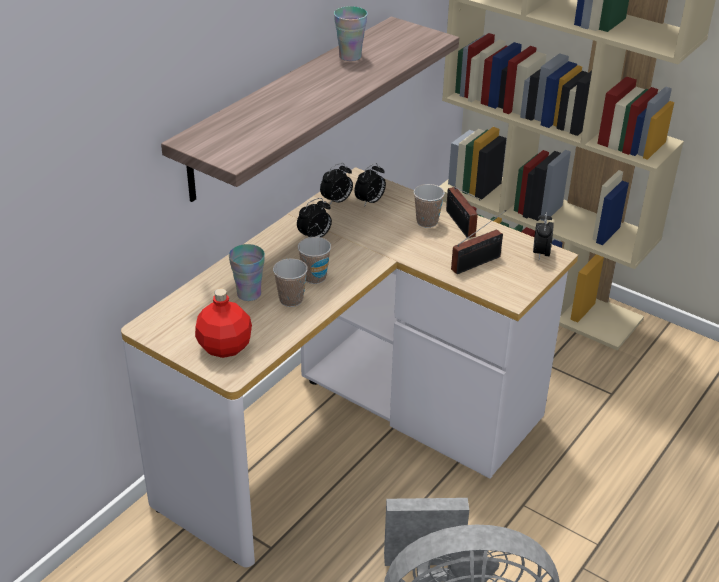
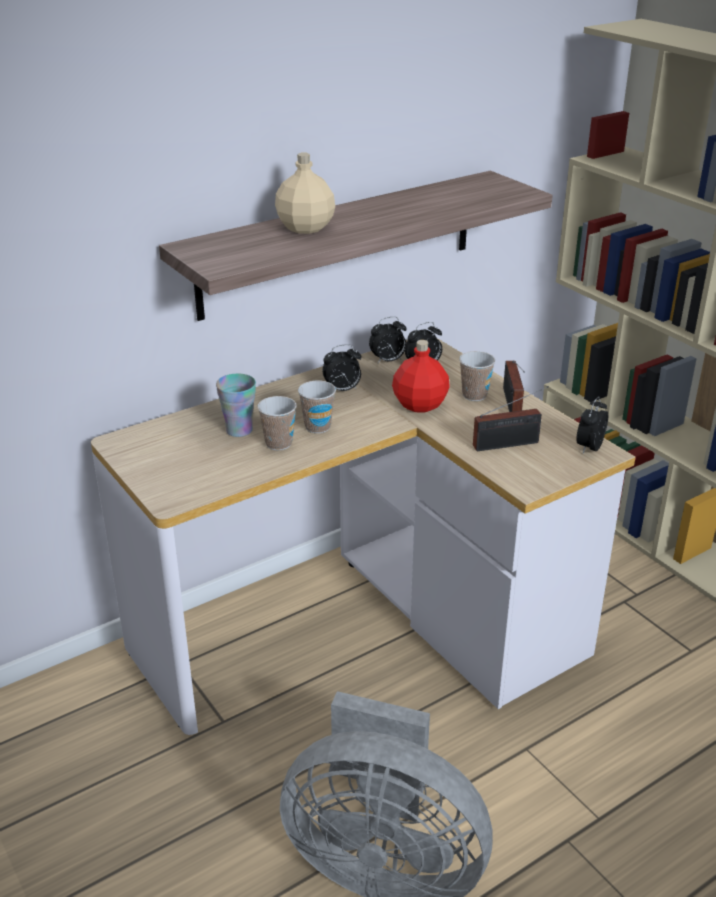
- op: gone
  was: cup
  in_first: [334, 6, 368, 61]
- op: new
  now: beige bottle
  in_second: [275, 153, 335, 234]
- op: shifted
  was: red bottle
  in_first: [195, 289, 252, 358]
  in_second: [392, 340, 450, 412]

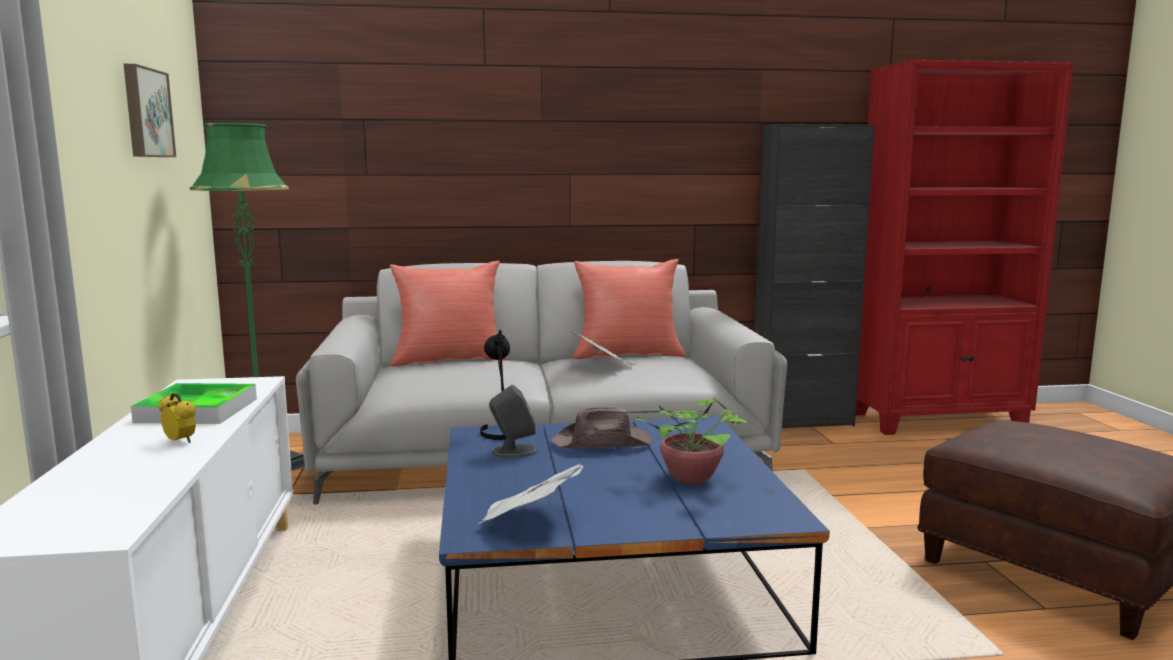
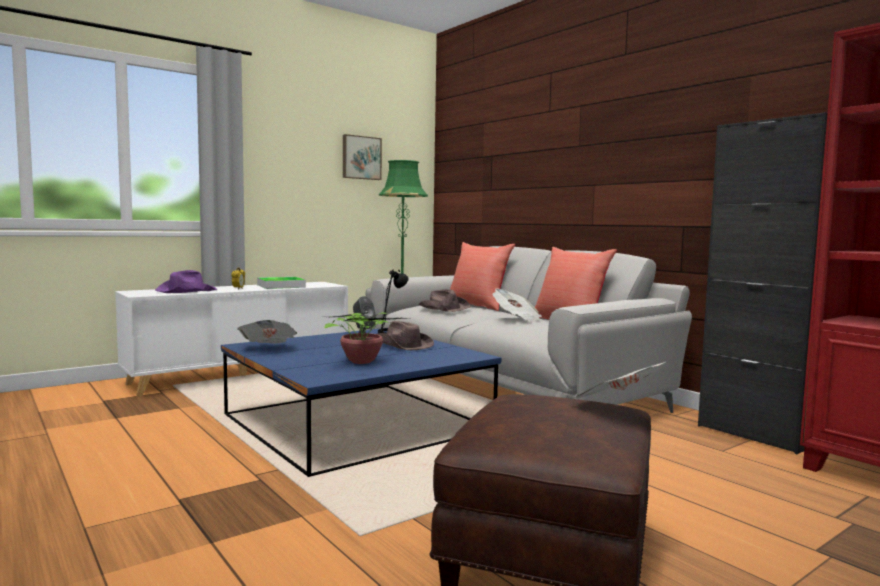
- op: new
  now: purple hat
  in_second: [155, 270, 217, 293]
- op: new
  now: brown hat
  in_second: [419, 289, 471, 312]
- op: new
  now: newspaper
  in_second: [570, 362, 669, 400]

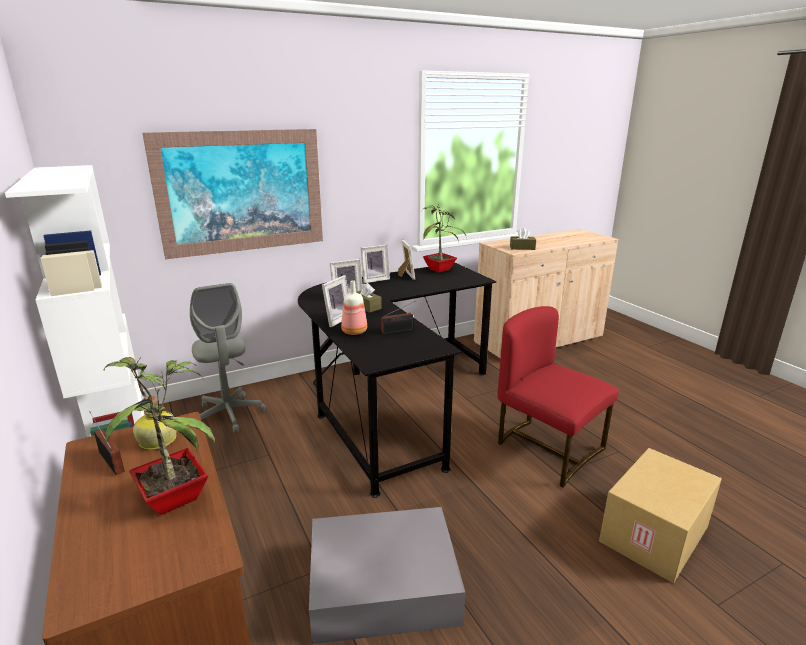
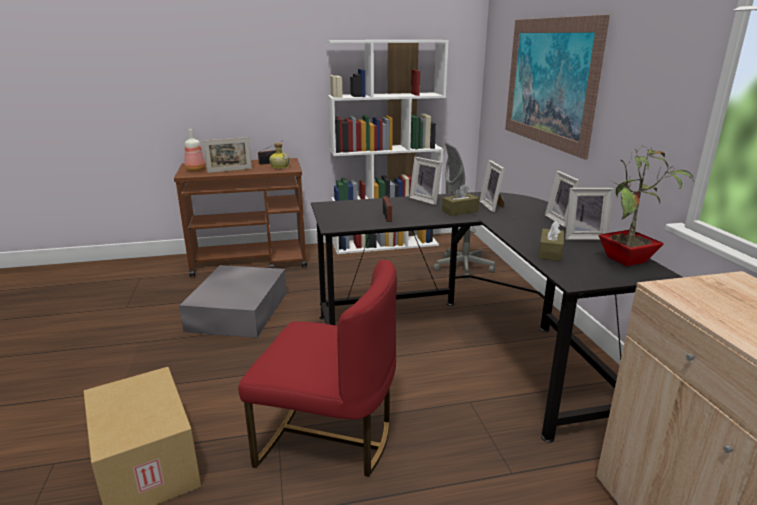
- op: shifted
  was: bottle
  in_first: [341, 280, 367, 335]
  in_second: [185, 129, 206, 172]
- op: shifted
  was: brown tissue box
  in_first: [510, 228, 536, 250]
  in_second: [538, 220, 564, 261]
- op: swapped
  was: potted plant
  now: picture frame
  in_first: [103, 357, 215, 515]
  in_second: [203, 137, 252, 173]
- op: rotated
  was: red chair
  in_first: [497, 306, 618, 488]
  in_second: [238, 260, 397, 477]
  clockwise: 45

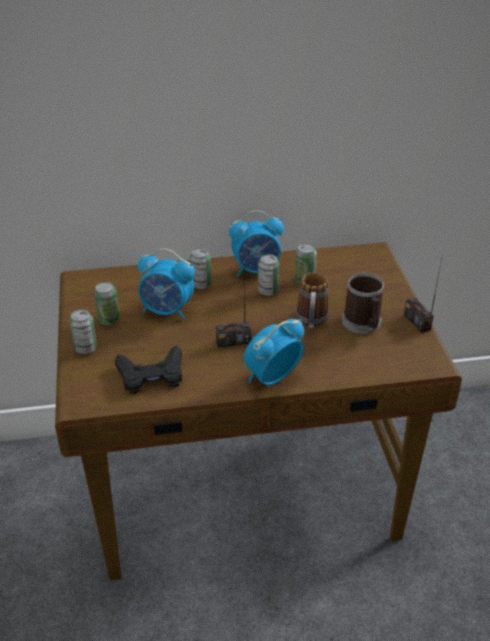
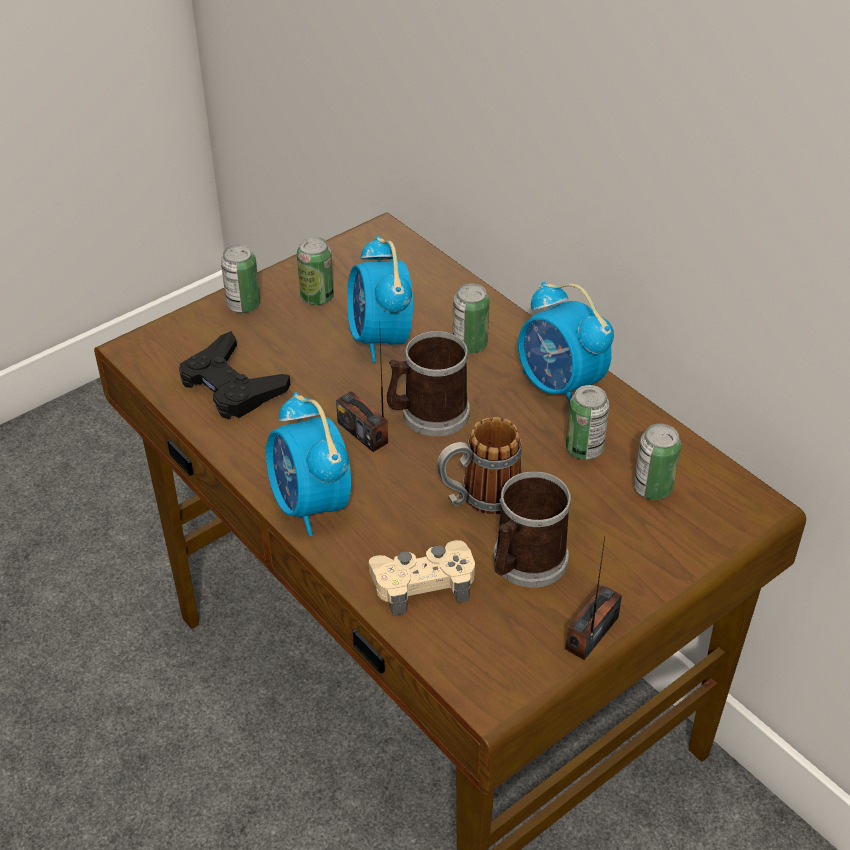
- op: new
  now: beige game controller
  in_second: [369, 540, 475, 616]
- op: new
  now: mug
  in_second: [387, 331, 470, 436]
- op: shifted
  was: can
  in_first: [258, 254, 279, 296]
  in_second: [634, 424, 681, 500]
- op: rotated
  was: alarm clock
  in_first: [243, 319, 304, 386]
  in_second: [266, 392, 351, 536]
  clockwise: -135

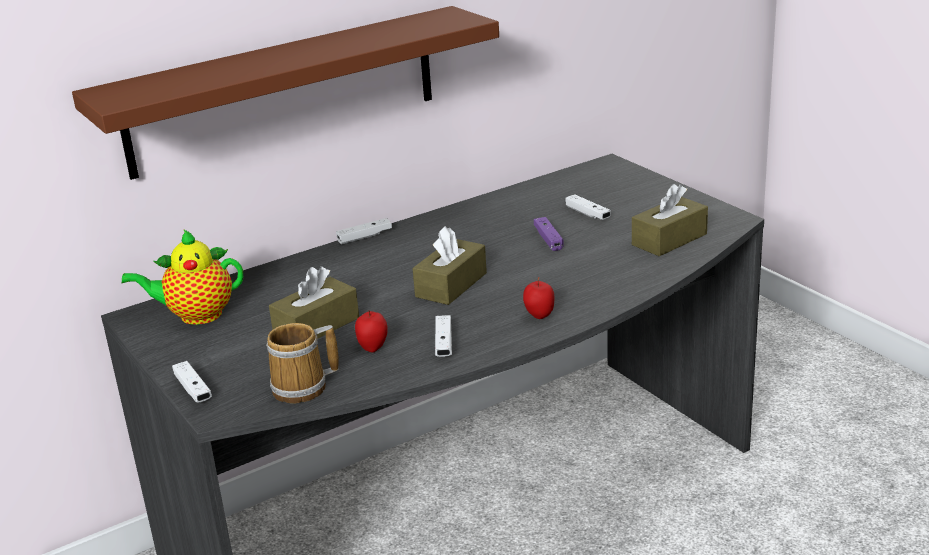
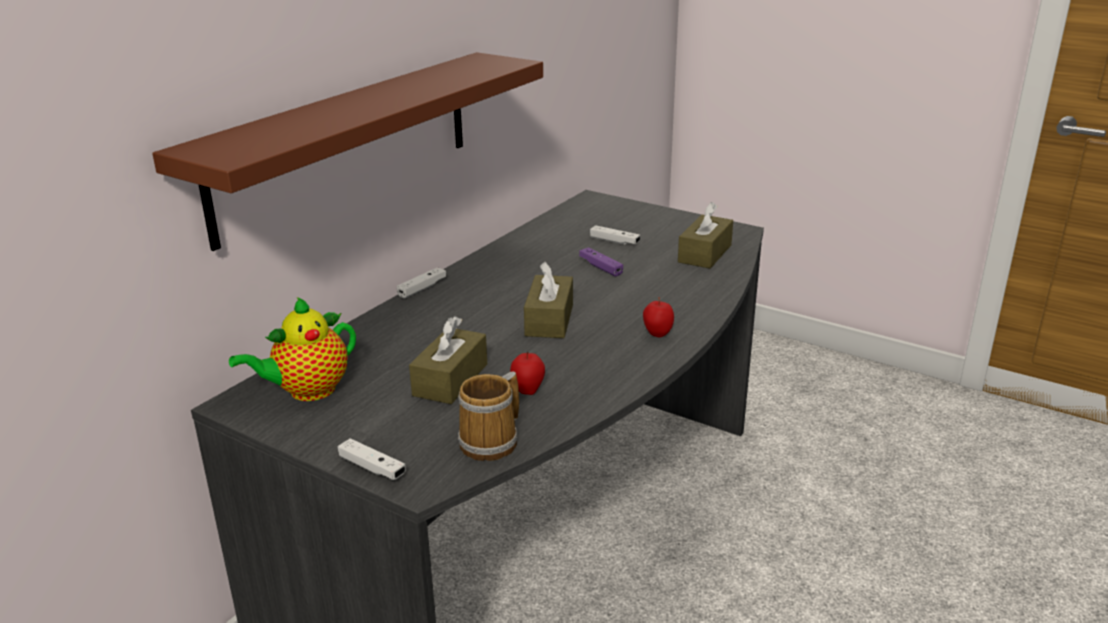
- op: gone
  was: white game controller
  in_first: [435, 315, 452, 357]

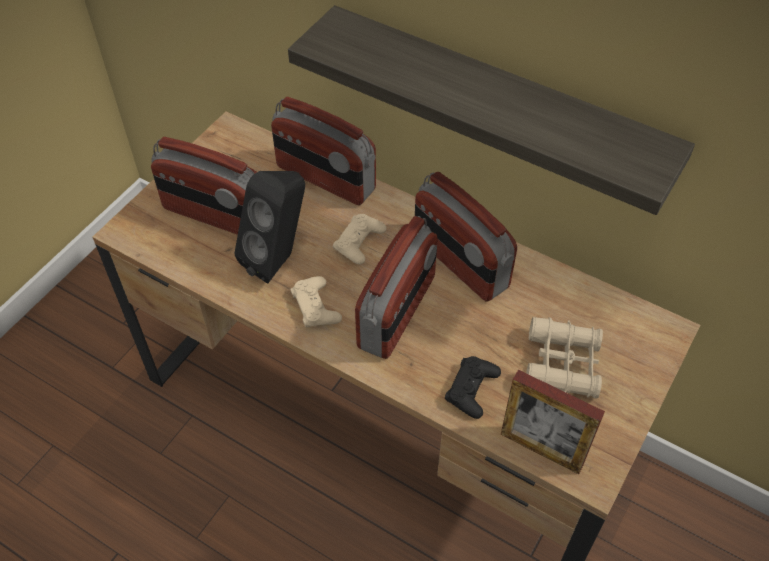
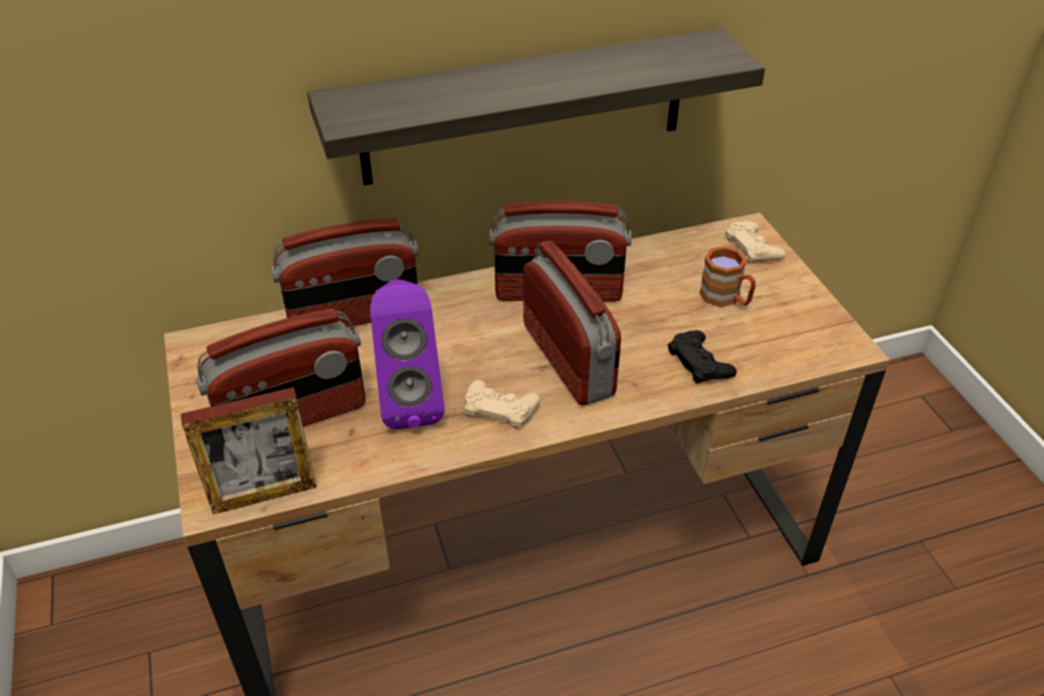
- op: shifted
  was: beige game controller
  in_first: [333, 214, 386, 265]
  in_second: [725, 221, 786, 263]
- op: shifted
  was: picture frame
  in_first: [501, 370, 605, 474]
  in_second: [181, 387, 317, 514]
- op: swapped
  was: beige binoculars
  now: brown mug
  in_first: [526, 317, 603, 399]
  in_second: [699, 246, 756, 307]
- op: repainted
  was: black speaker
  now: purple speaker
  in_first: [235, 171, 305, 283]
  in_second: [370, 279, 445, 429]

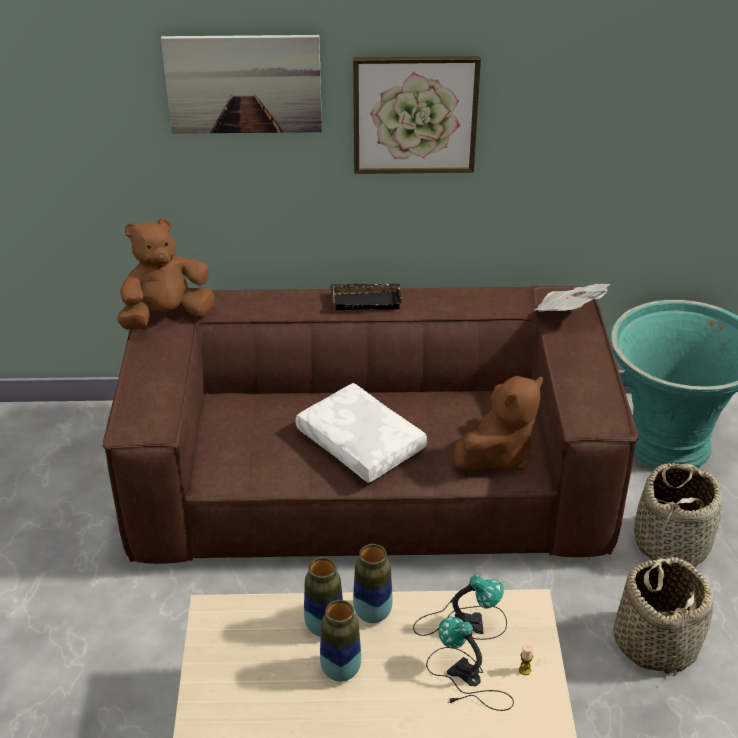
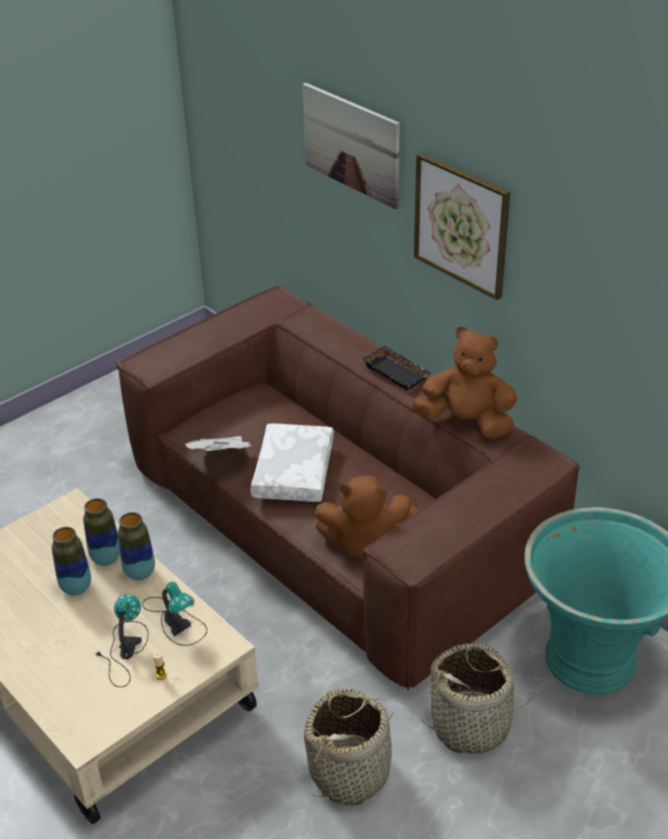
- op: shifted
  was: brown plush toy
  in_first: [117, 218, 215, 330]
  in_second: [412, 327, 517, 439]
- op: shifted
  was: newspaper
  in_first: [534, 284, 610, 311]
  in_second: [185, 436, 252, 451]

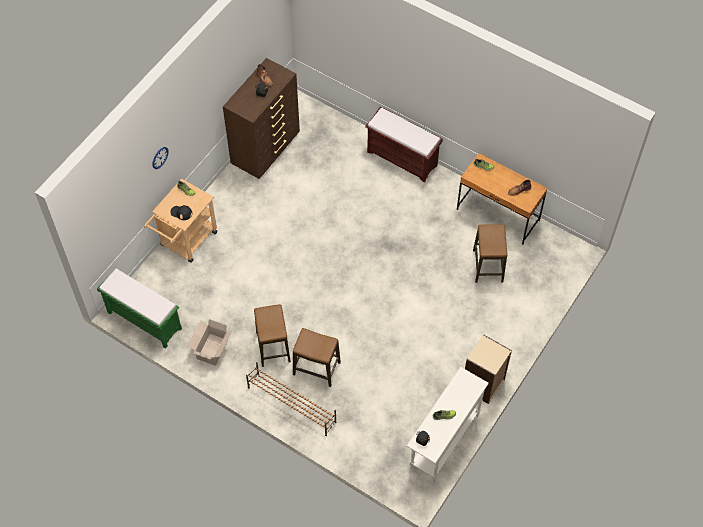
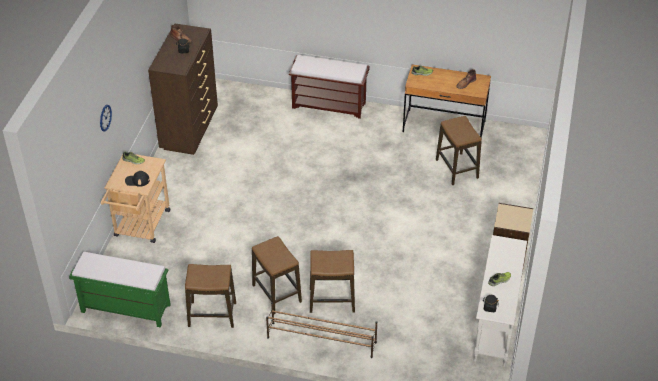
- op: swapped
  was: cardboard box
  now: stool
  in_first: [188, 319, 232, 366]
  in_second: [185, 264, 236, 328]

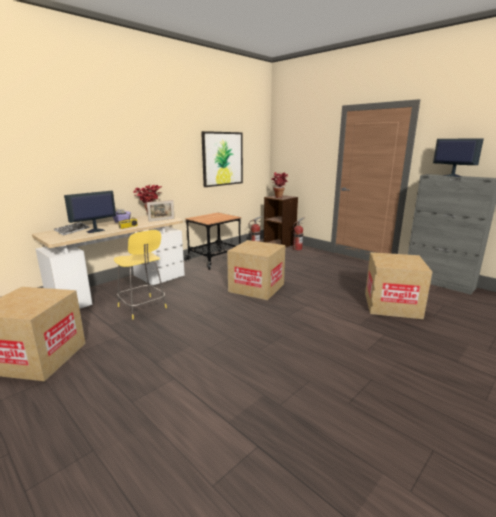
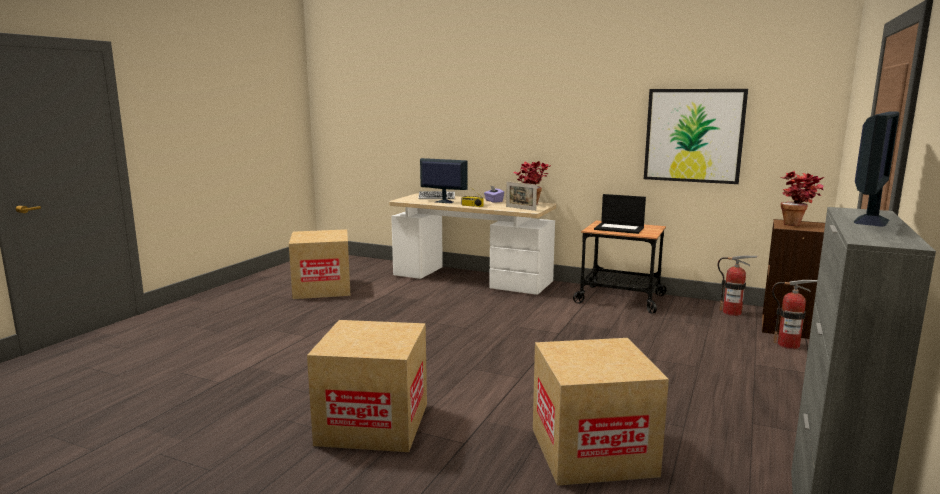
- op: gone
  was: yellow stool
  in_first: [114, 230, 167, 319]
- op: new
  now: laptop
  in_second: [594, 194, 646, 234]
- op: shifted
  was: cardboard box
  in_first: [227, 240, 285, 300]
  in_second: [307, 320, 427, 452]

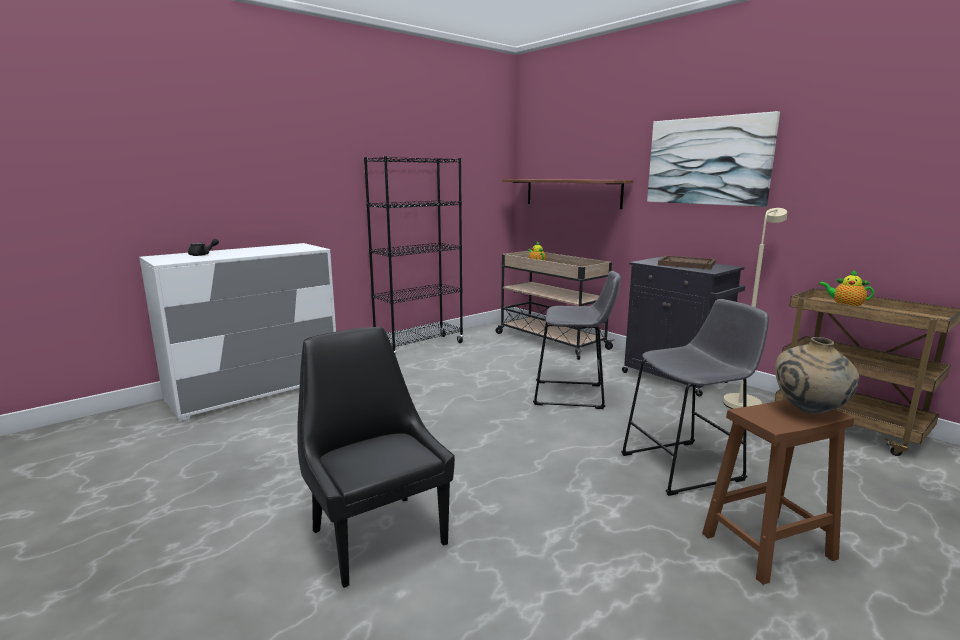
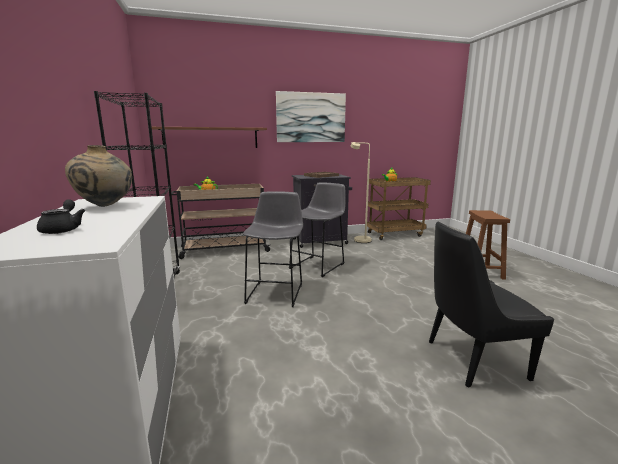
- op: shifted
  was: grey stool
  in_first: [621, 299, 769, 496]
  in_second: [243, 191, 303, 307]
- op: shifted
  was: beige vase
  in_first: [775, 337, 859, 413]
  in_second: [65, 145, 132, 207]

